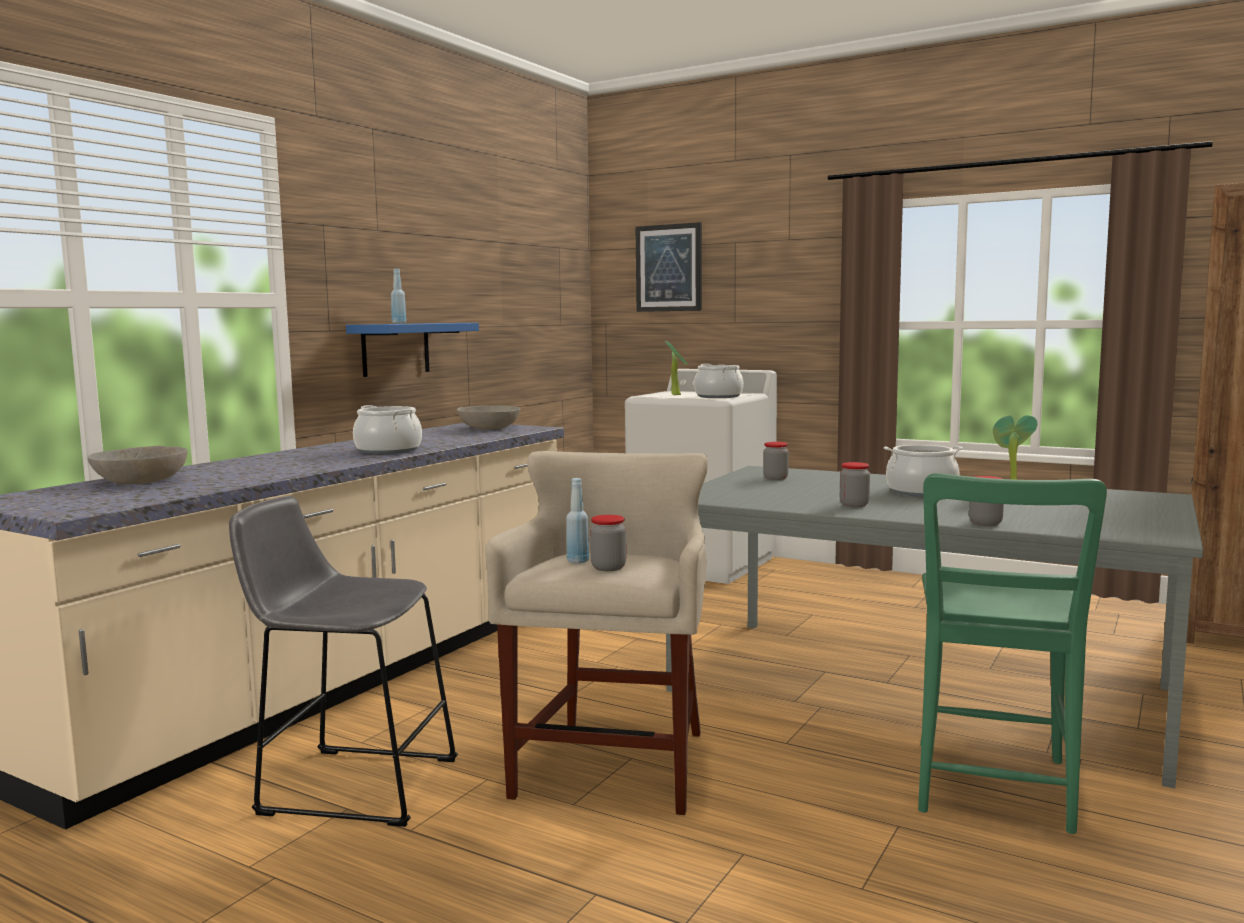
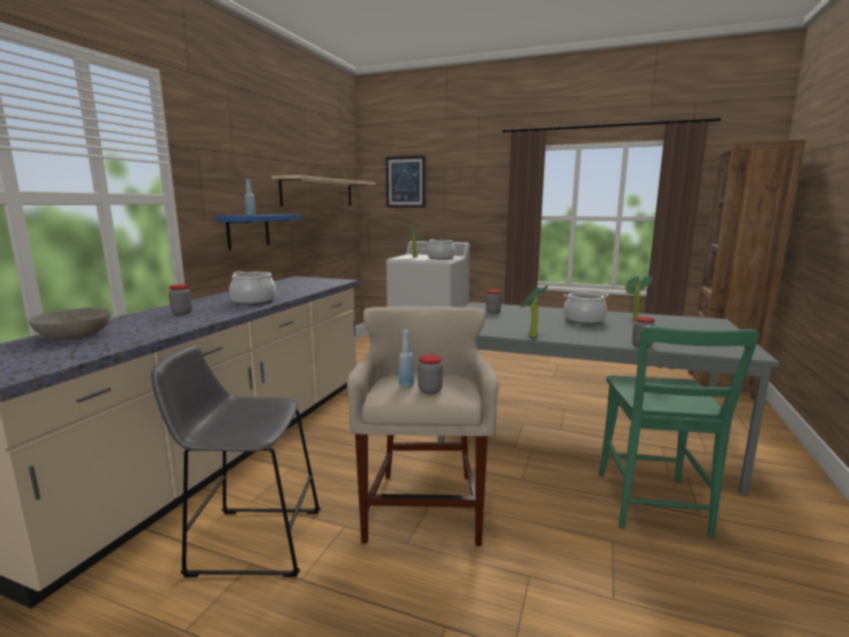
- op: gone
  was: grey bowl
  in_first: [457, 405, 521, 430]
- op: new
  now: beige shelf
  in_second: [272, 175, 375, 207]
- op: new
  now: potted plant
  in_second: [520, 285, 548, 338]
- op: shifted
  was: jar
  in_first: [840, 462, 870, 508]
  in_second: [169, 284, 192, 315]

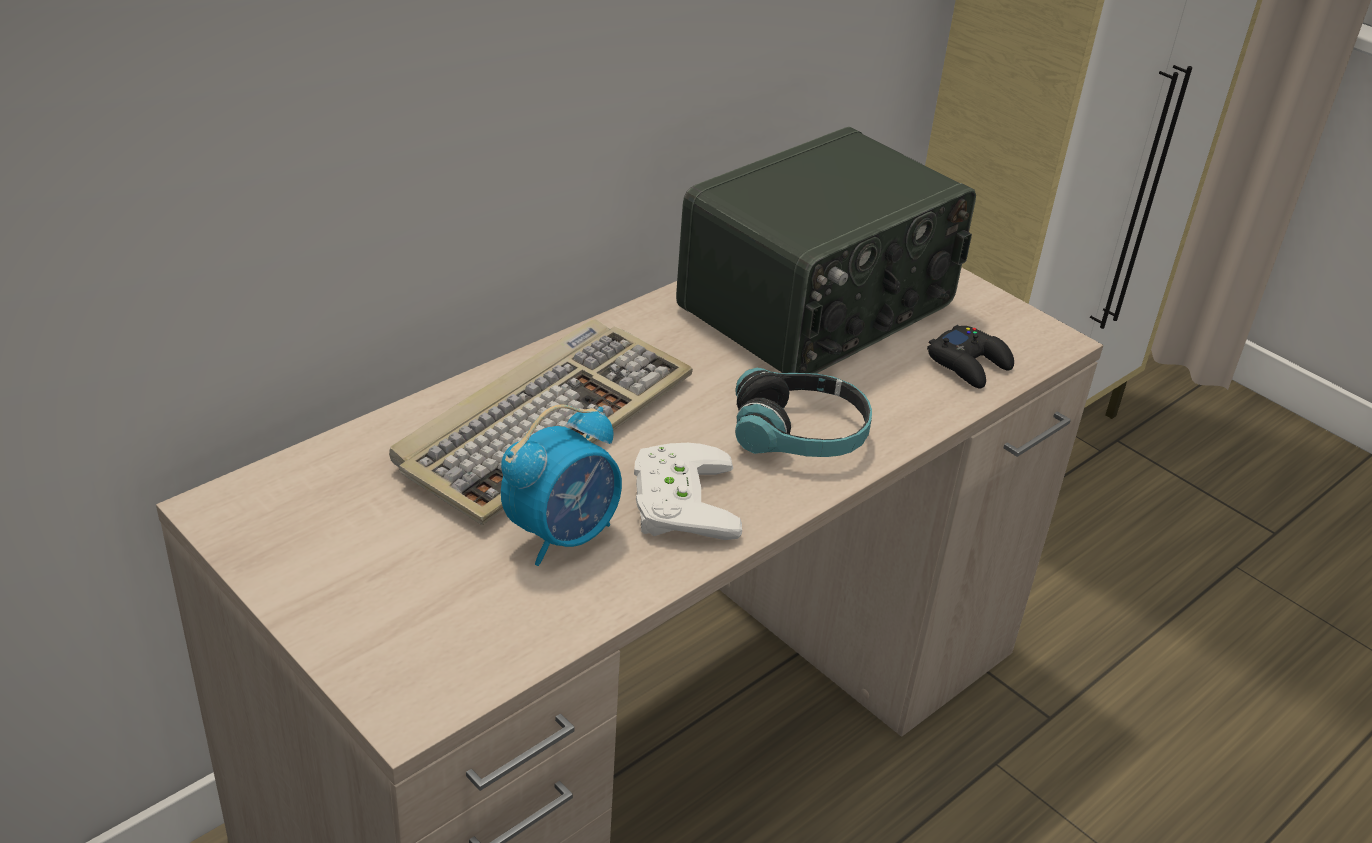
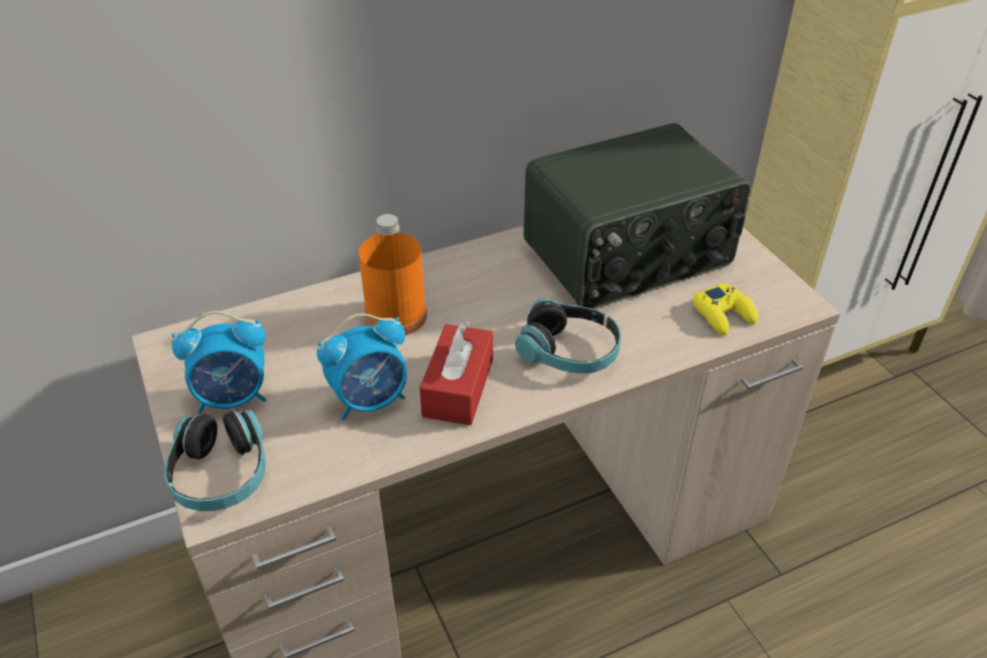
- op: new
  now: headphones
  in_second: [164, 410, 266, 511]
- op: new
  now: alarm clock
  in_second: [172, 311, 266, 413]
- op: swapped
  was: keyboard
  now: orange bottle
  in_first: [389, 319, 693, 525]
  in_second: [359, 214, 427, 335]
- op: swapped
  was: white game controller
  now: red tissue box
  in_first: [634, 443, 742, 540]
  in_second: [419, 322, 493, 425]
- op: repainted
  was: black game controller
  now: yellow game controller
  in_first: [927, 325, 1014, 388]
  in_second: [693, 283, 758, 335]

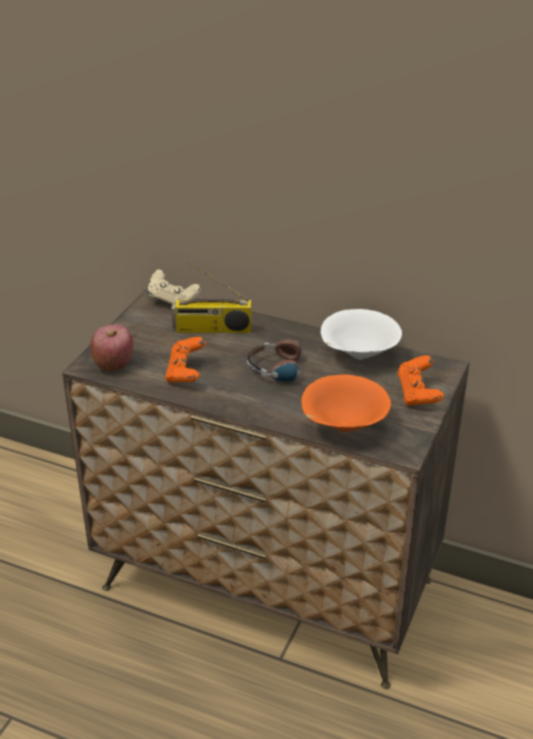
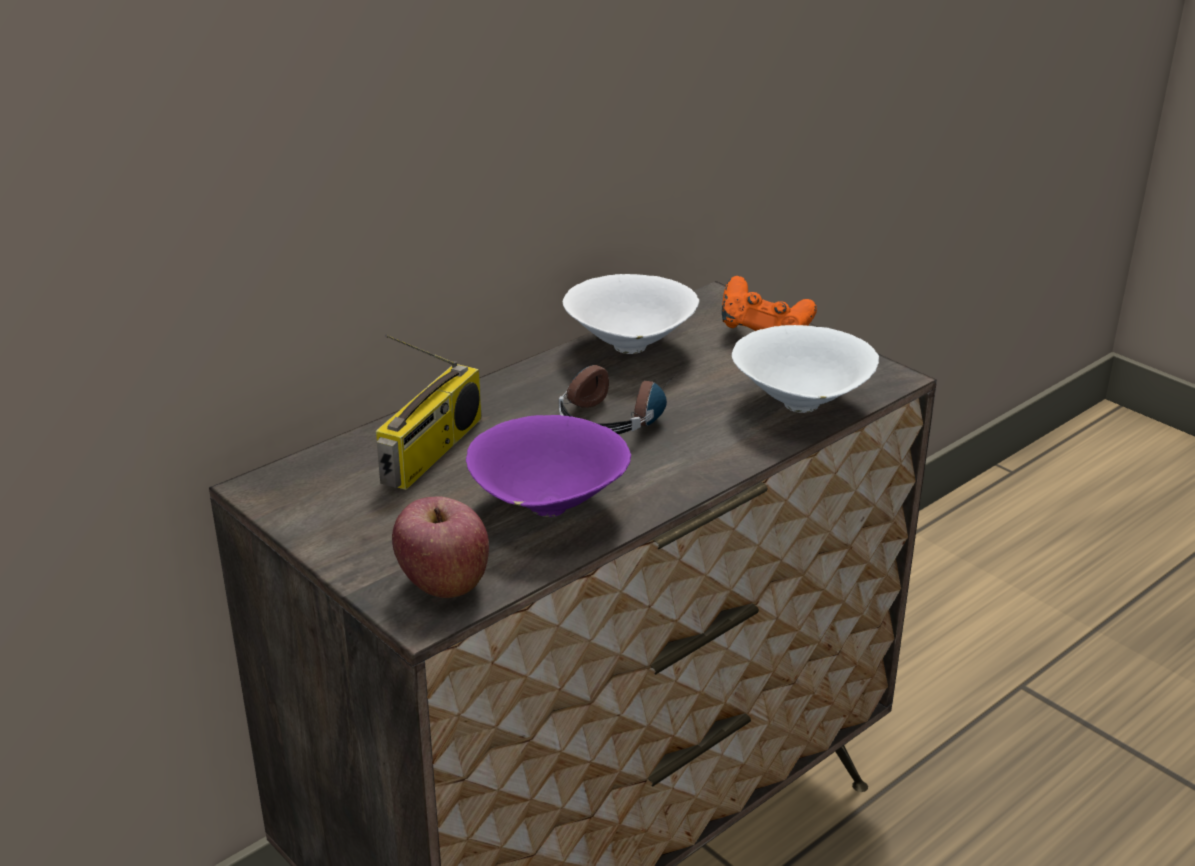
- op: gone
  was: beige game controller
  in_first: [147, 269, 201, 304]
- op: swapped
  was: orange game controller
  now: purple bowl
  in_first: [165, 337, 206, 383]
  in_second: [466, 415, 631, 517]
- op: repainted
  was: orange bowl
  now: white bowl
  in_first: [301, 374, 391, 432]
  in_second: [732, 325, 879, 413]

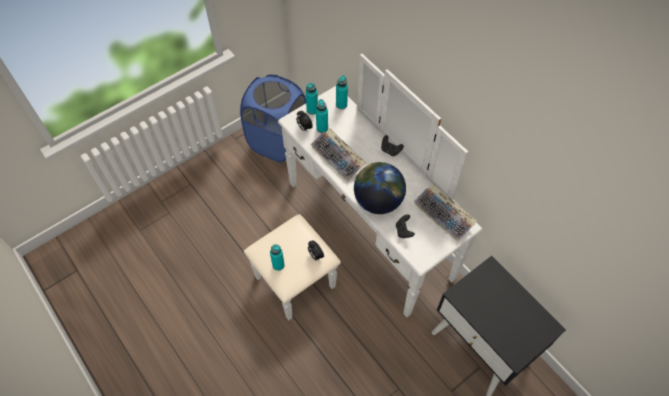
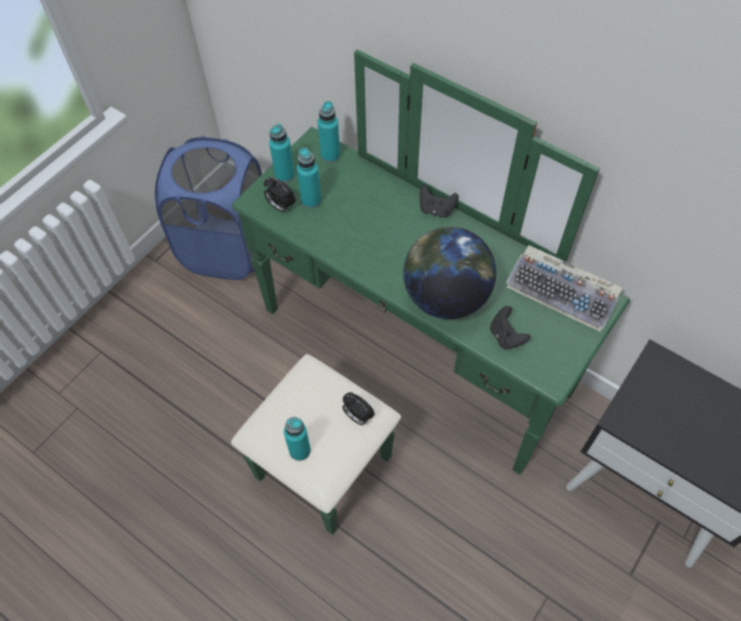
- op: gone
  was: keyboard
  in_first: [311, 128, 366, 182]
- op: repainted
  was: white dresser
  now: green dresser
  in_first: [244, 54, 483, 320]
  in_second: [231, 50, 630, 535]

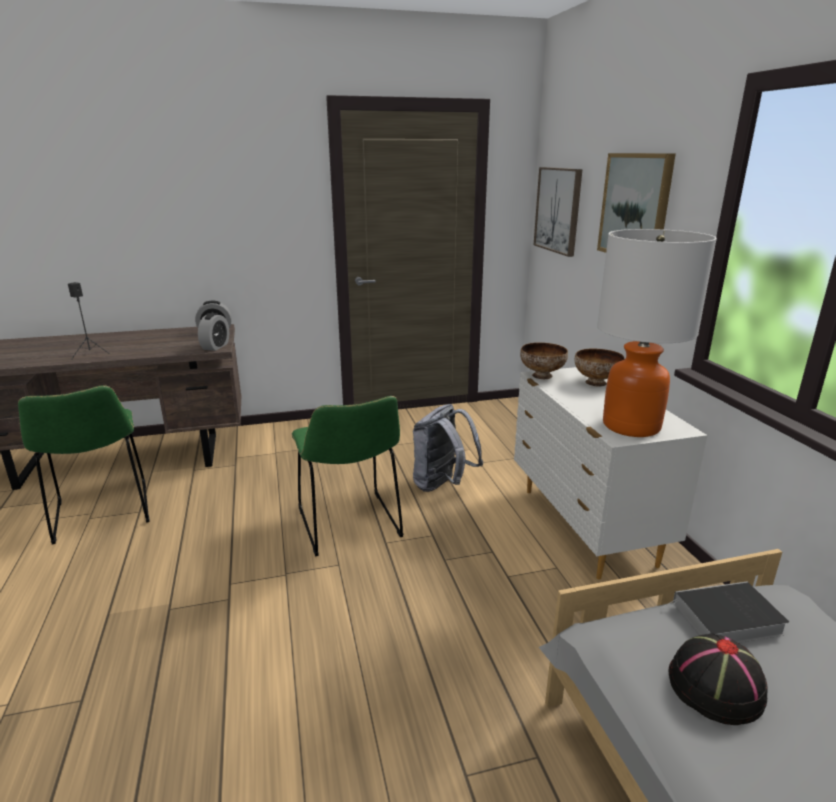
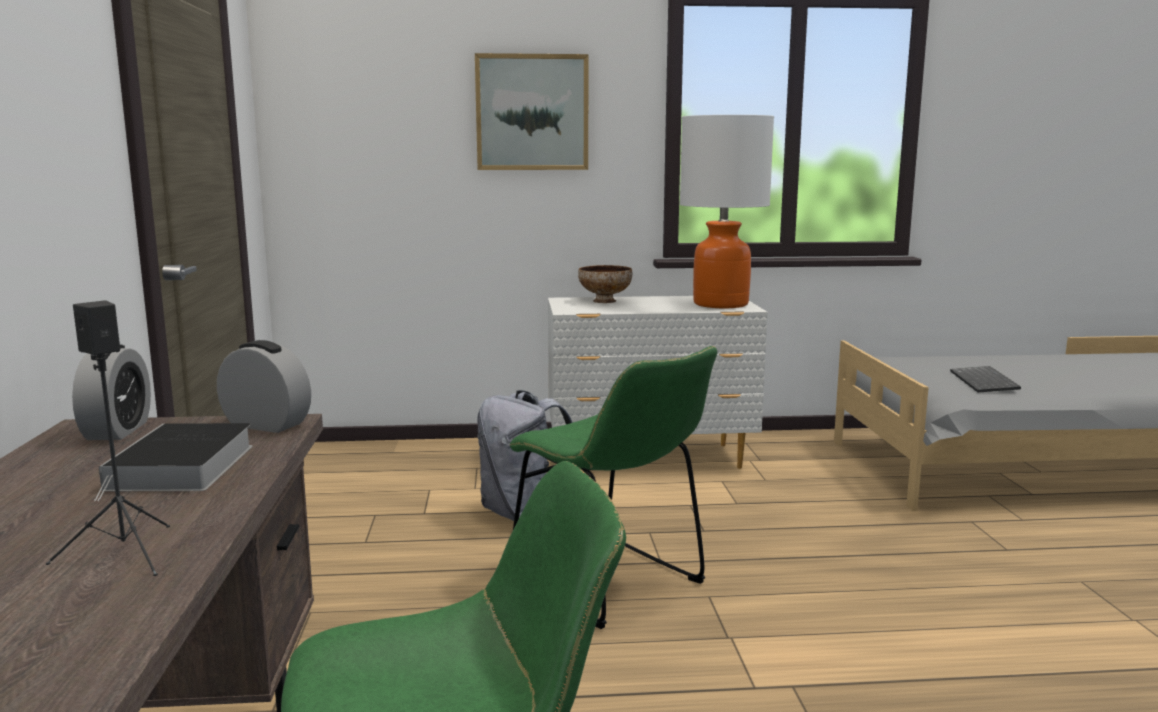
- op: gone
  was: bowl
  in_first: [520, 342, 568, 379]
- op: gone
  was: picture
  in_first: [534, 167, 583, 257]
- op: shifted
  was: book
  in_first: [661, 582, 789, 643]
  in_second: [94, 423, 253, 501]
- op: swapped
  was: black hat
  now: keyboard
  in_first: [669, 633, 768, 725]
  in_second: [950, 366, 1021, 393]
- op: rotated
  was: green chair
  in_first: [291, 396, 403, 556]
  in_second: [509, 346, 717, 629]
  clockwise: 60

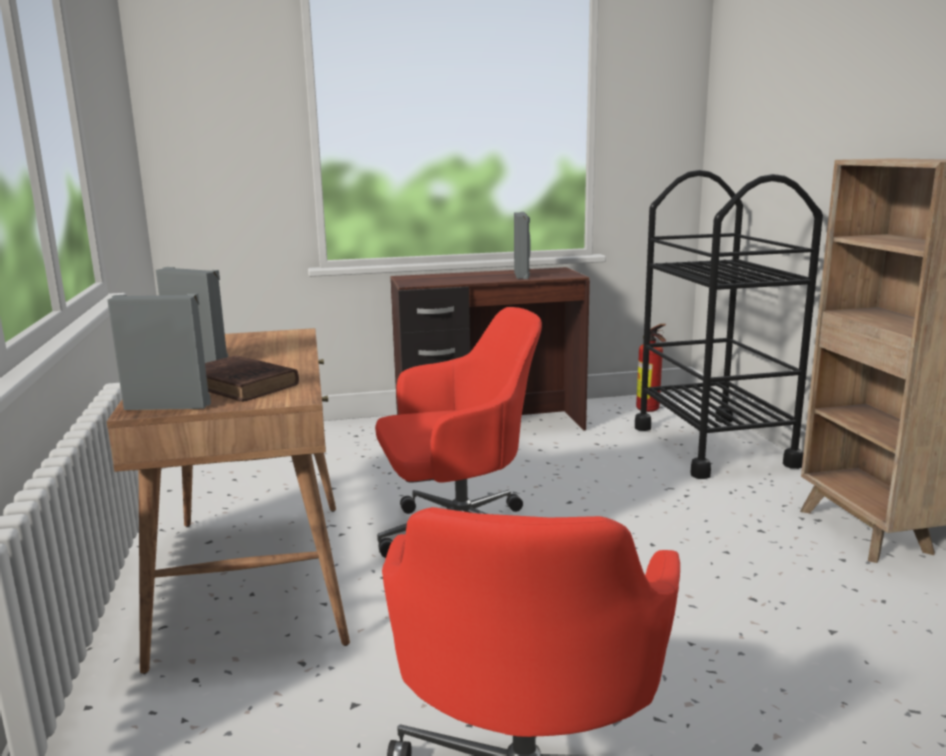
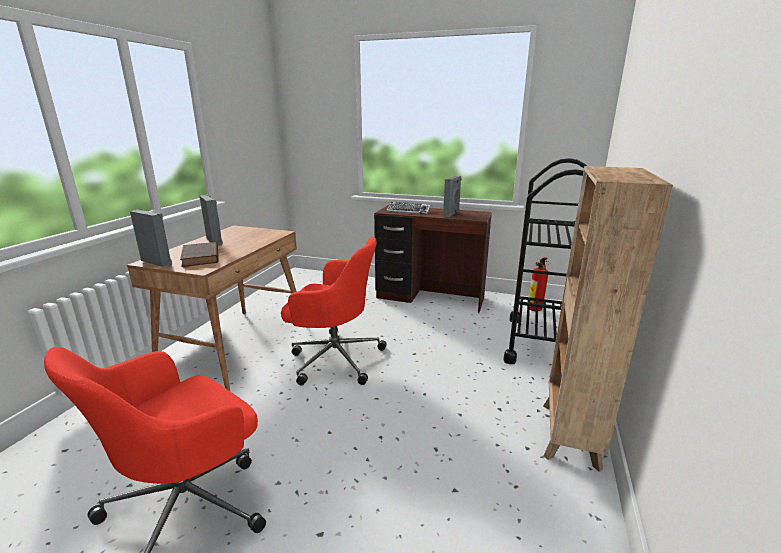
- op: new
  now: keyboard
  in_second: [387, 202, 431, 214]

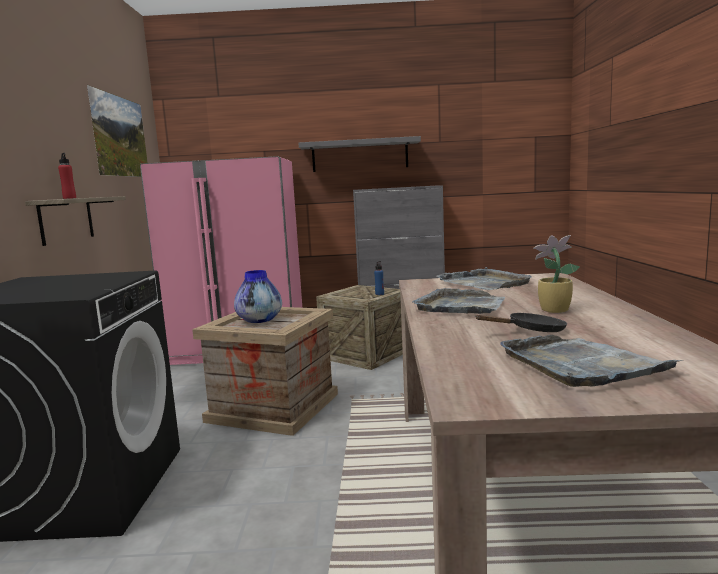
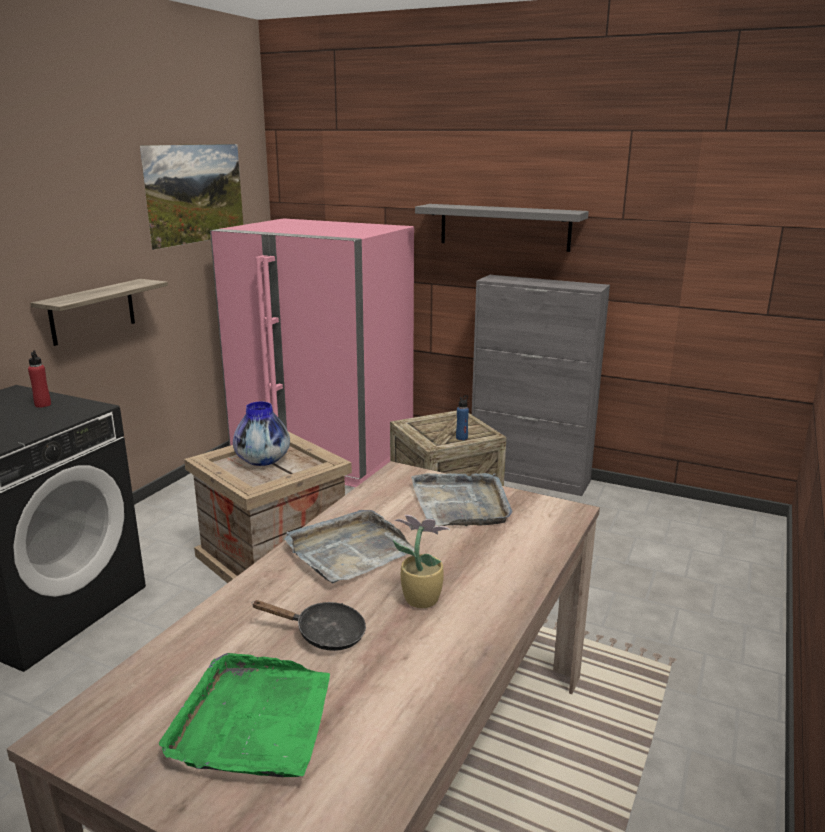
- op: shifted
  was: red bottle
  in_first: [58, 153, 76, 199]
  in_second: [28, 350, 51, 408]
- op: repainted
  was: grey tray
  now: green tray
  in_first: [500, 335, 682, 387]
  in_second: [159, 653, 330, 777]

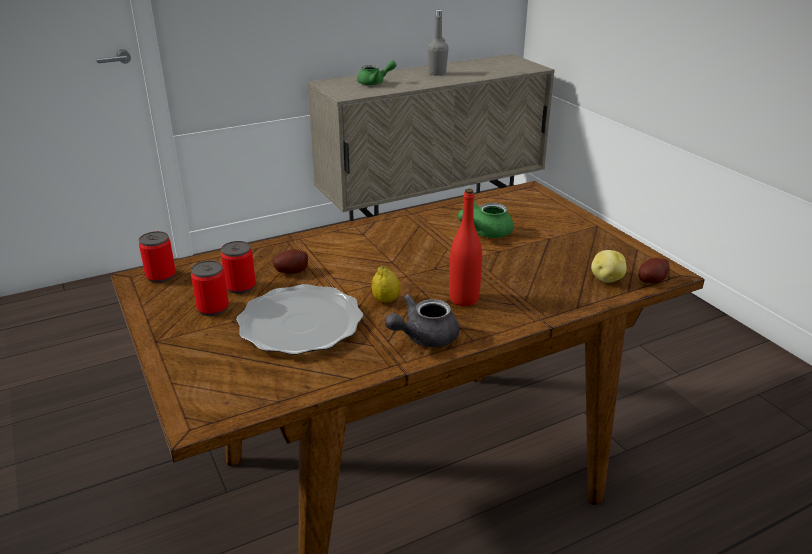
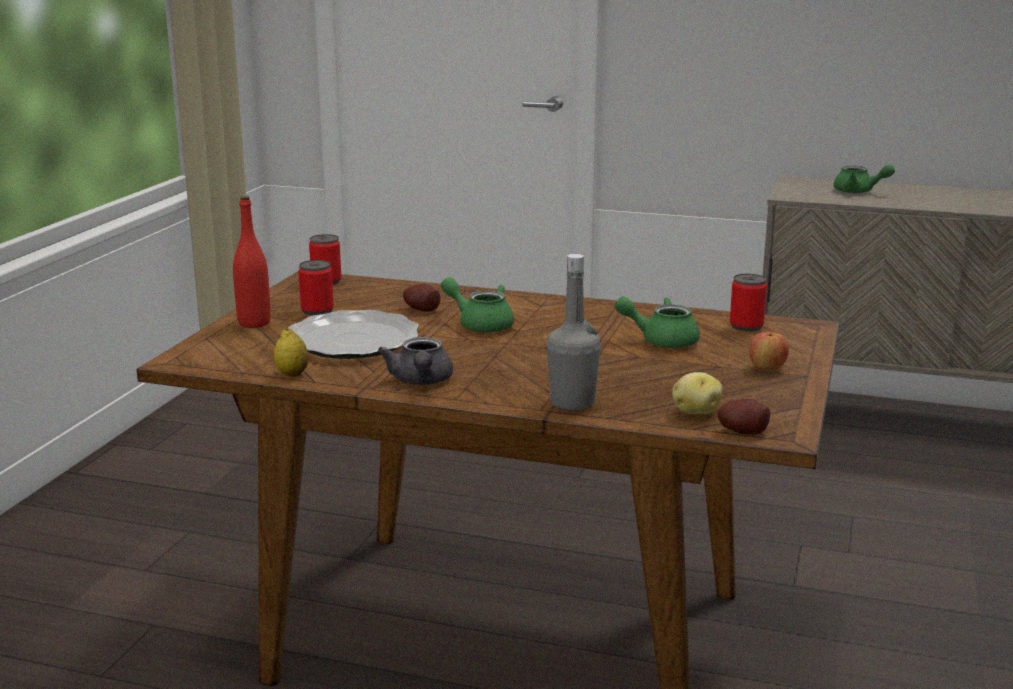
- op: new
  now: green teapot
  in_second: [441, 277, 514, 332]
- op: new
  now: apple
  in_second: [749, 331, 789, 371]
- op: shifted
  was: can
  in_first: [221, 241, 256, 294]
  in_second: [730, 274, 767, 331]
- op: shifted
  was: lemon
  in_first: [371, 266, 401, 303]
  in_second: [274, 329, 308, 377]
- op: shifted
  was: grey bottle
  in_first: [427, 10, 449, 76]
  in_second: [547, 254, 601, 411]
- op: shifted
  was: red bottle
  in_first: [449, 188, 482, 306]
  in_second: [233, 196, 271, 328]
- op: rotated
  was: grey teapot
  in_first: [385, 294, 459, 347]
  in_second: [378, 337, 453, 385]
  clockwise: -105

